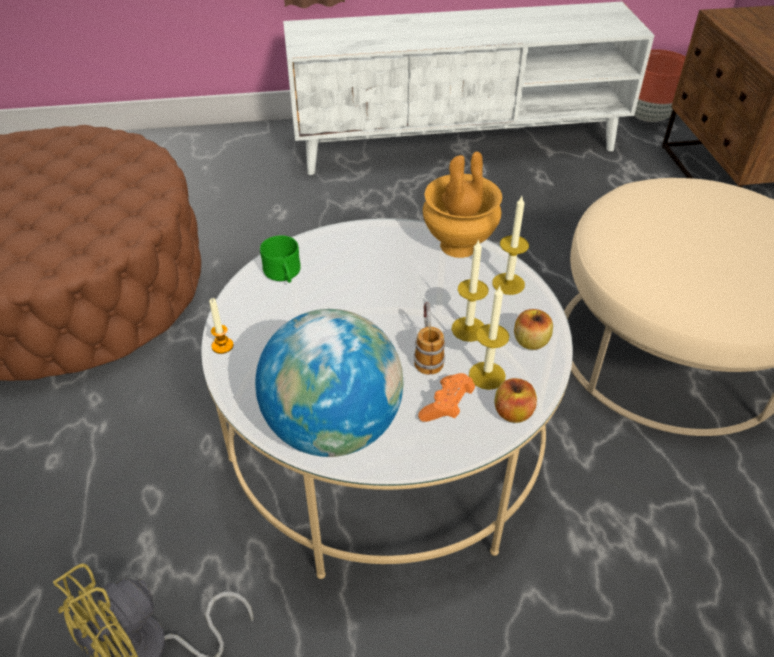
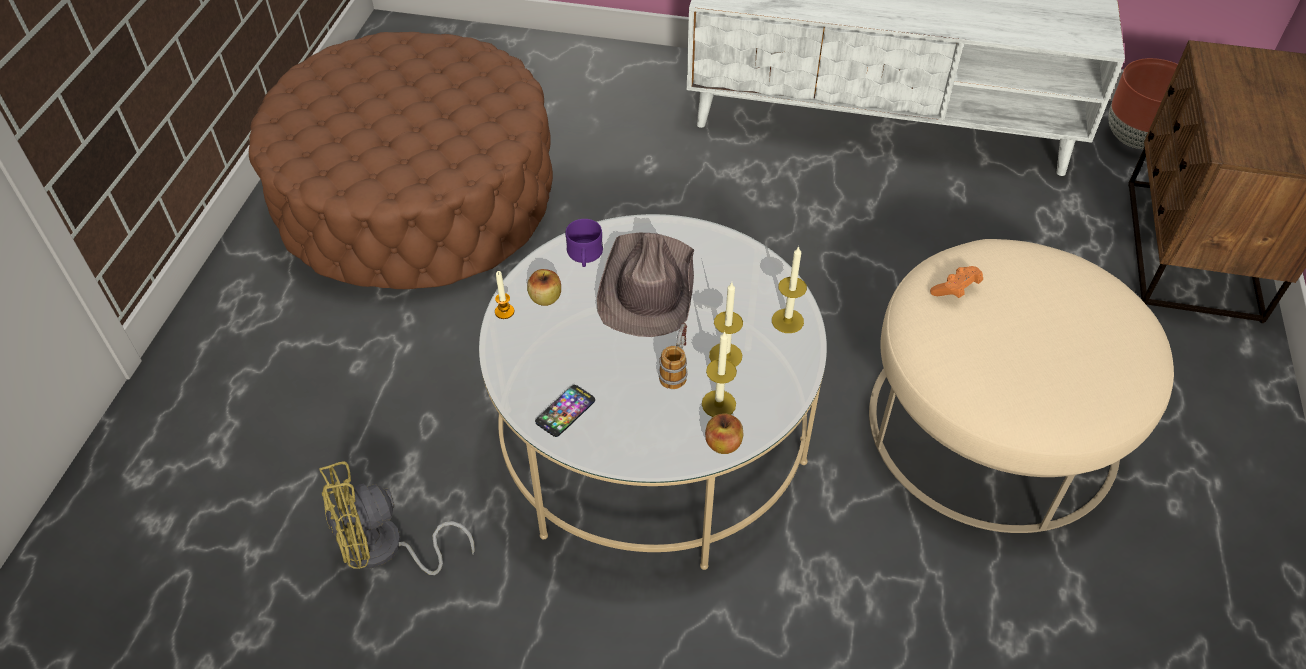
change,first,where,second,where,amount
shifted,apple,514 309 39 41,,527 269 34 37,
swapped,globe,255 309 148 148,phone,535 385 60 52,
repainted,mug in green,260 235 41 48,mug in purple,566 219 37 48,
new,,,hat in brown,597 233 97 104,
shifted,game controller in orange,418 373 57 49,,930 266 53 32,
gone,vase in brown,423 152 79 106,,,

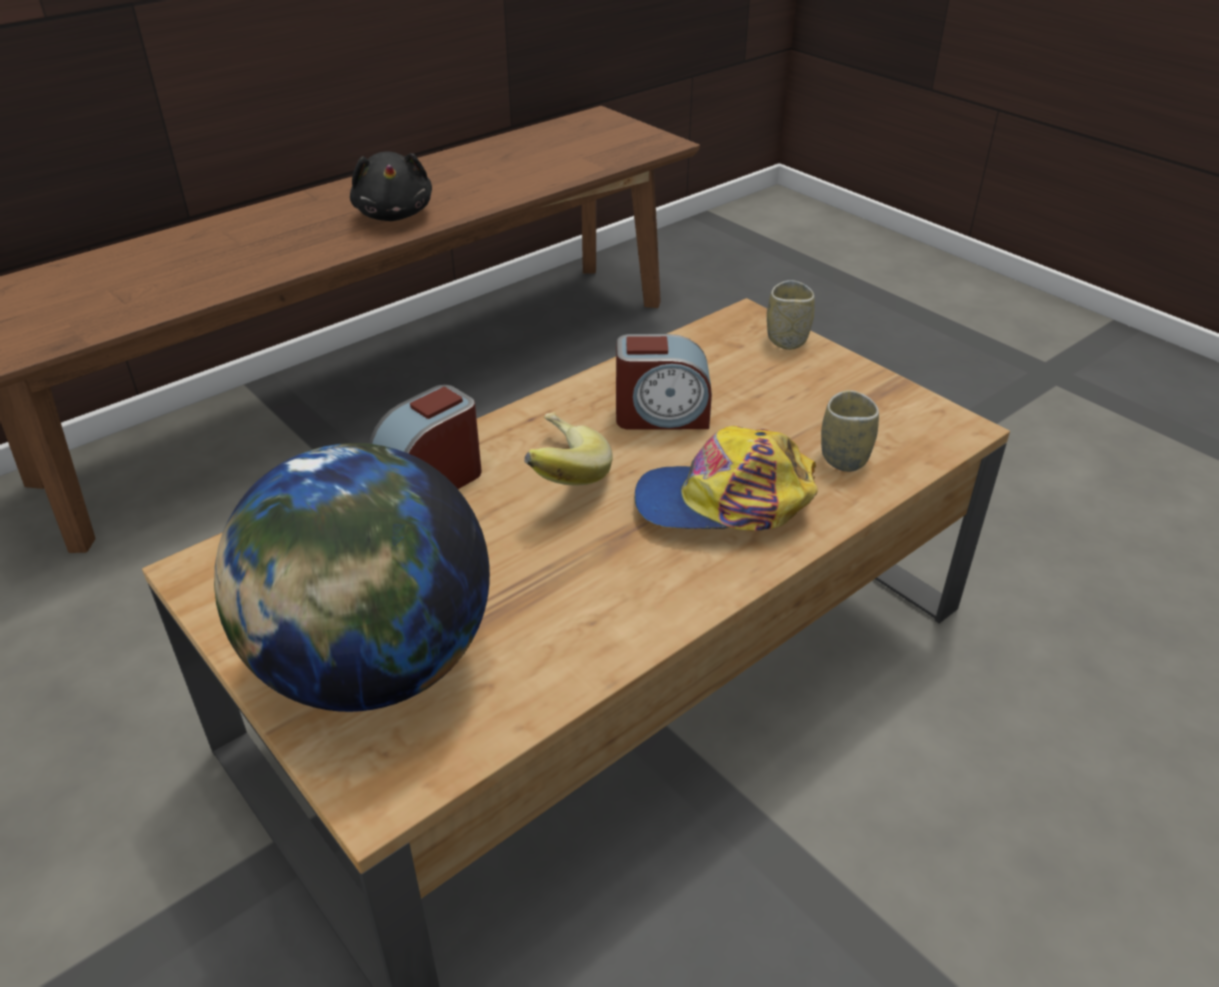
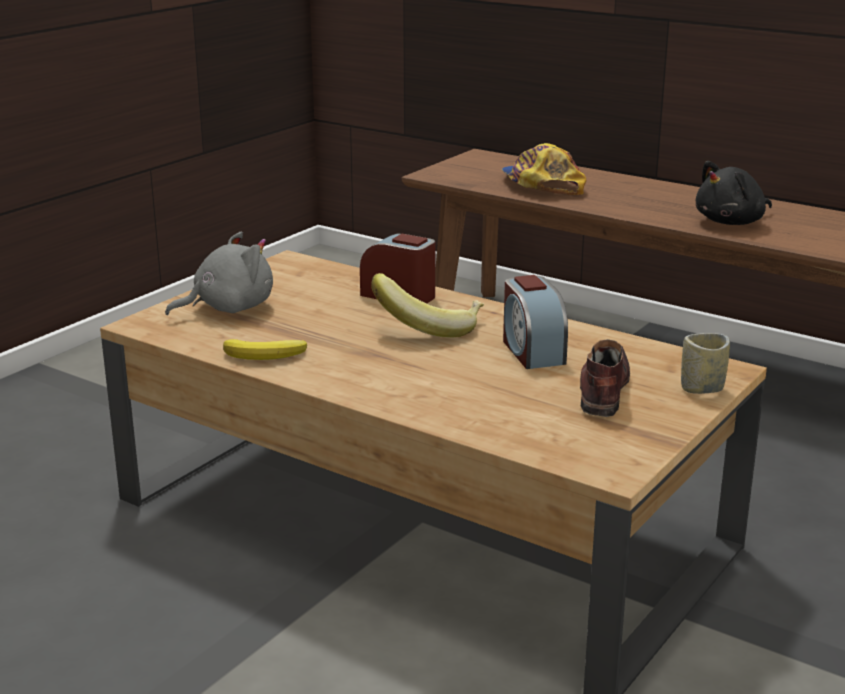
change,first,where,second,where,amount
swapped,globe,214 443 276 269,plush toy in grey,165 231 108 84,
new,,,banana,223 339 84 21,
shifted,cap,635 426 183 105,,502 143 84 52,
new,,,shoe in brown,580 339 50 78,
gone,cup,821 390 58 82,,,

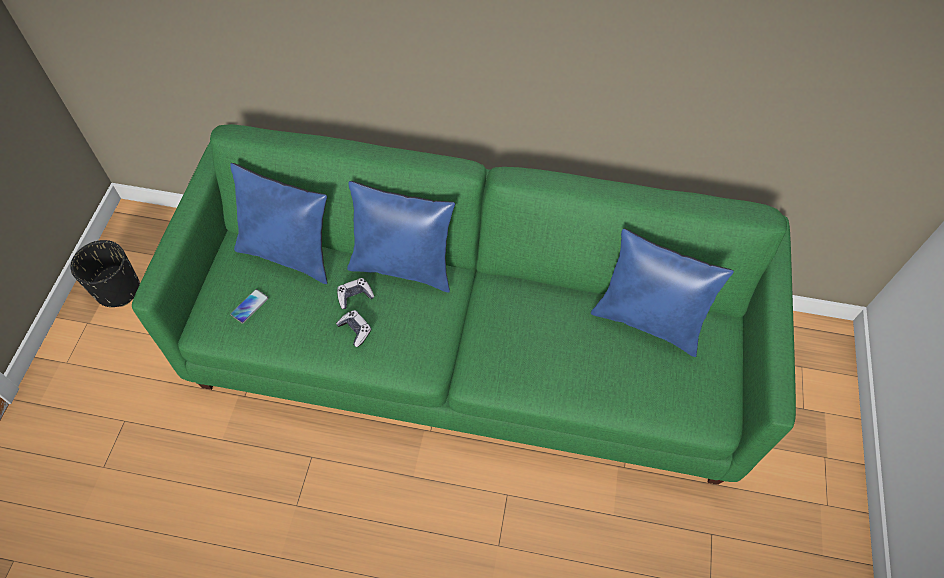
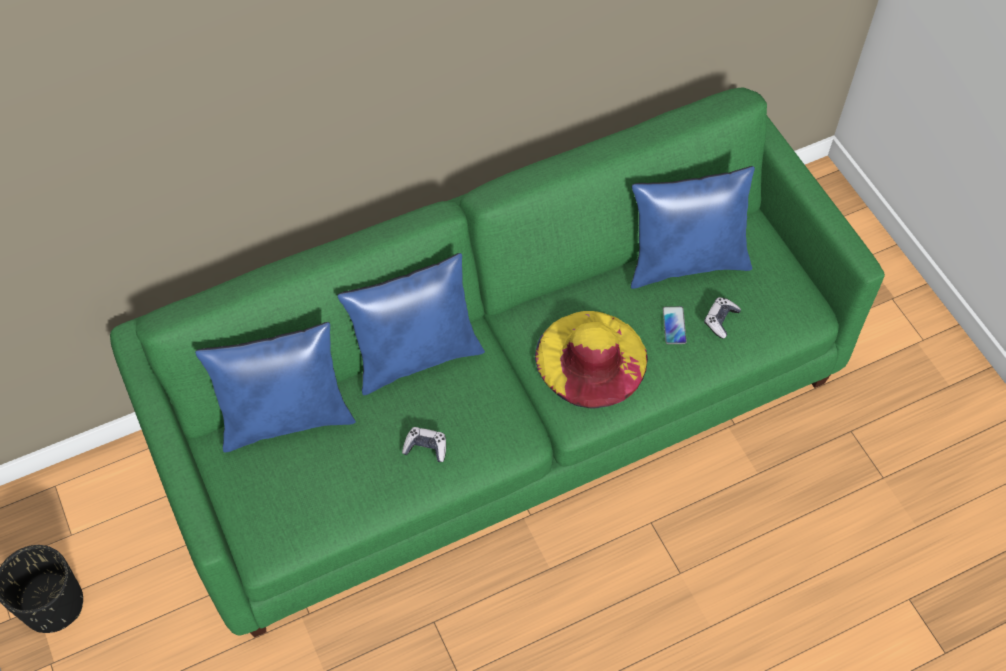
change,first,where,second,where,amount
new,,,hat in yellow,535 311 113 98,
shifted,phone,230 289 39 35,,663 306 24 38,
shifted,game controller,337 278 37 31,,704 297 37 42,

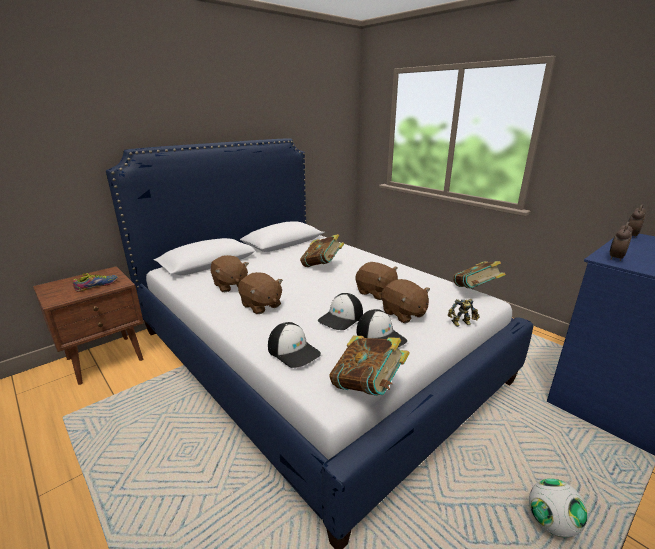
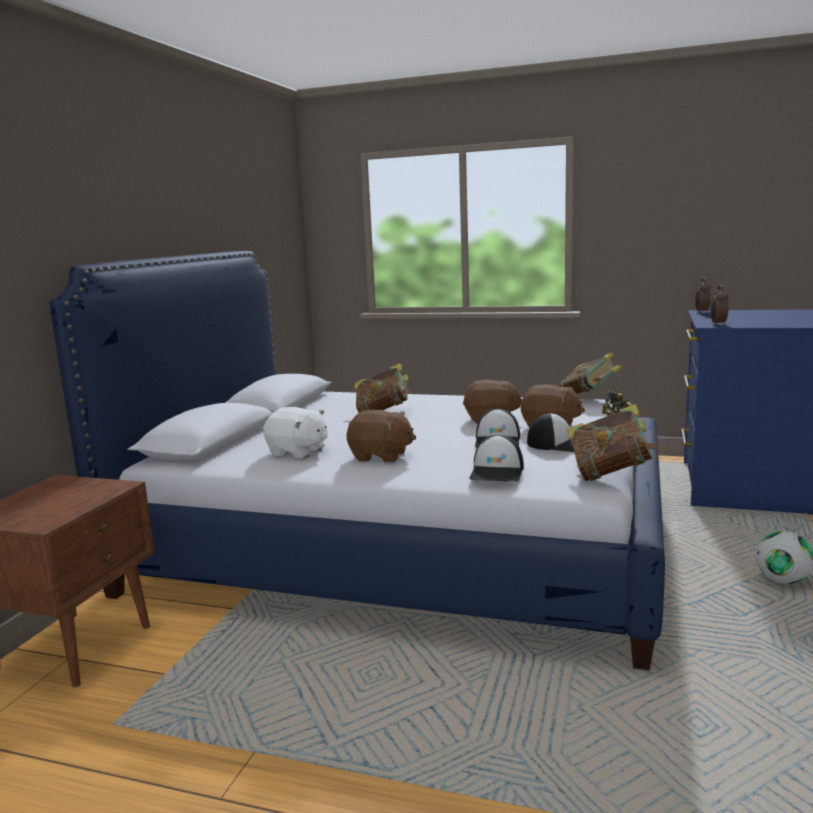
change,first,where,second,where,amount
repainted,plush toy in brown,211 255 38 37,plush toy in white,263 407 65 51,
rotated,cap,268 322 53 46,,469 435 55 47,90 degrees clockwise
gone,shoe,73 273 45 19,,,

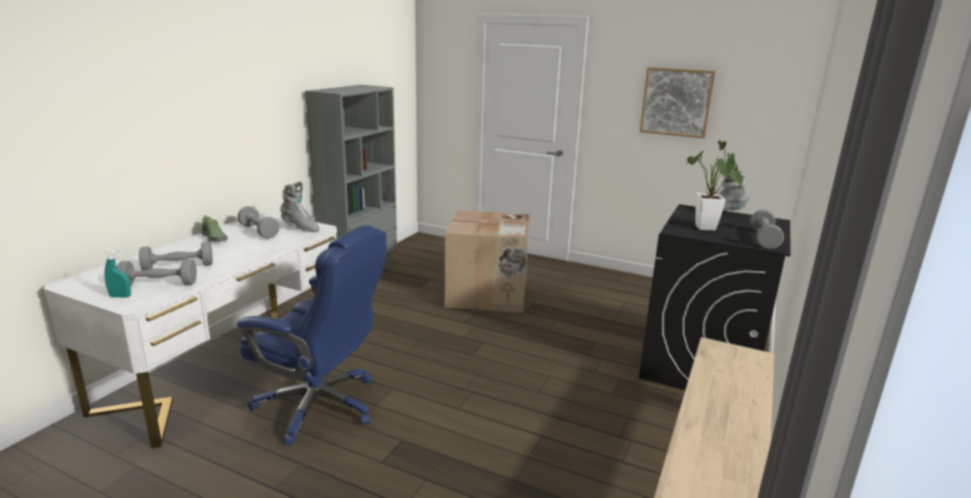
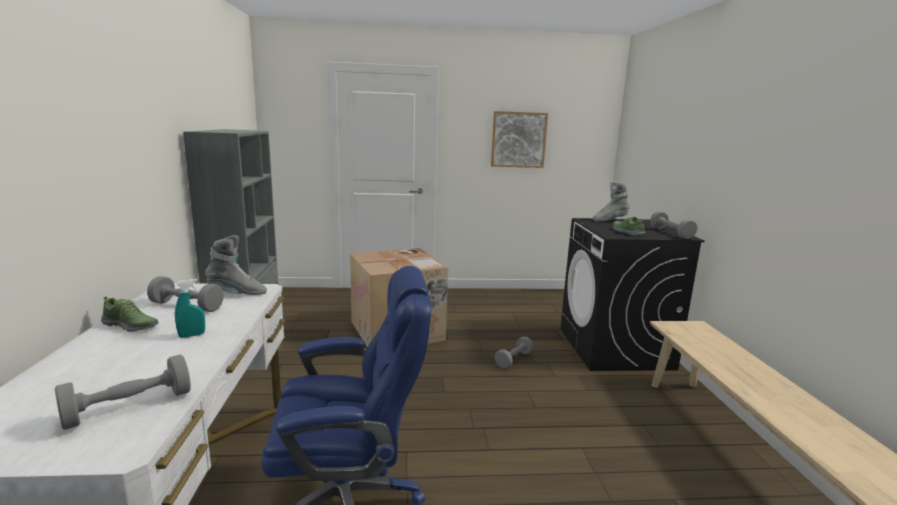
change,first,where,second,where,amount
shifted,spray bottle in turquoise,103 249 28 49,,175 279 30 59,
shifted,dumbbell in grey,139 241 74 29,,495 336 39 33,
swapped,potted plant,687 141 56 90,shoe,613 217 32 19,

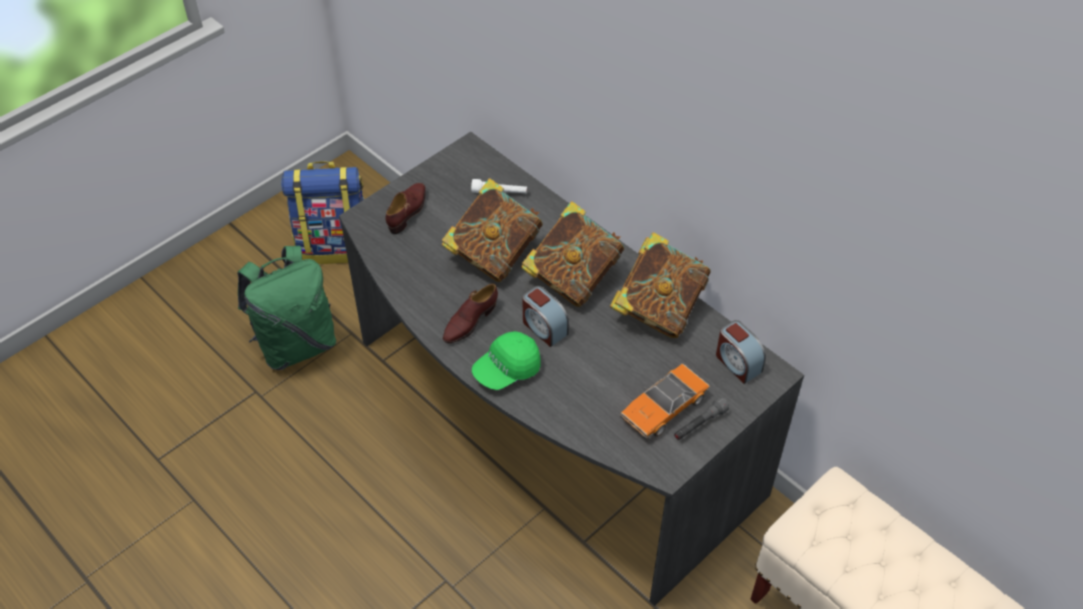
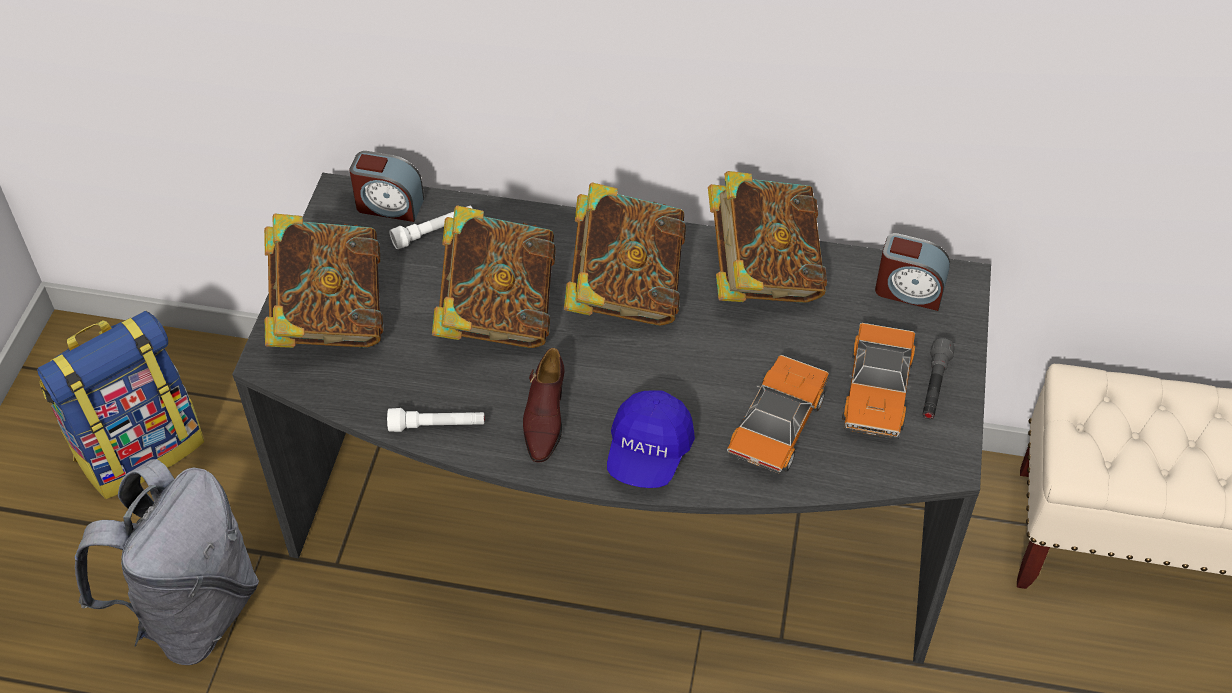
change,first,where,second,where,amount
repainted,backpack in green,237 246 99 124,backpack in grey,75 459 184 206,
swapped,shoe in brown,385 183 41 51,book,264 214 119 134,
shifted,alarm clock,522 286 47 61,,349 151 75 71,
new,,,flashlight in white,387 408 98 24,
repainted,cap in green,472 331 69 59,cap in blue,607 391 88 97,
new,,,toy car,727 355 102 118,

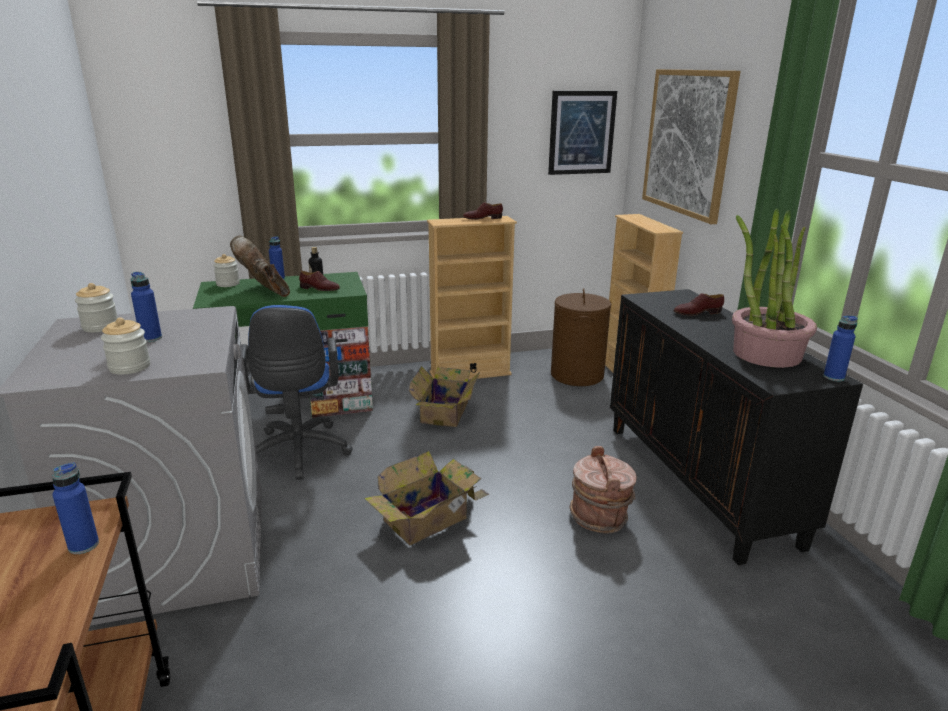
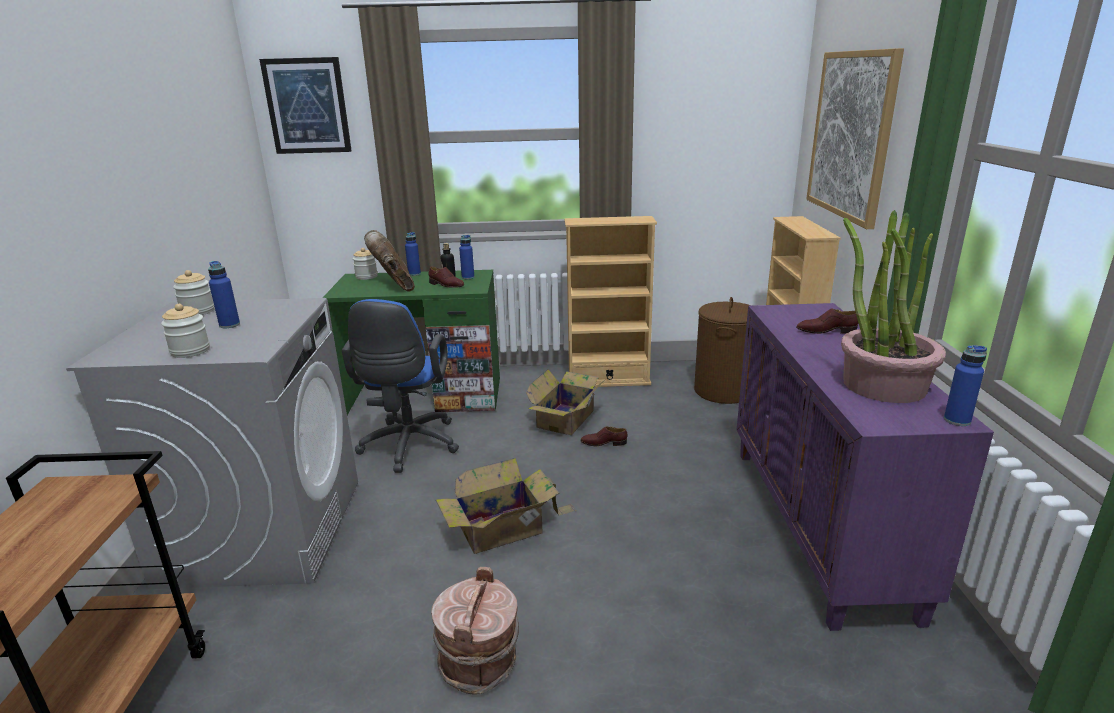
change,first,where,second,where,amount
shifted,picture,548 91 69 84,,259 57 93 97,
shifted,bucket in brown,570 446 67 87,,431 567 88 128,
shifted,bottle in blue,52 463 47 91,,459 235 15 44,
shifted,shoe in brown,463 202 40 18,,580 427 48 19,
repainted,cabinet in black,610 289 253 276,cabinet in purple,737 303 257 328,

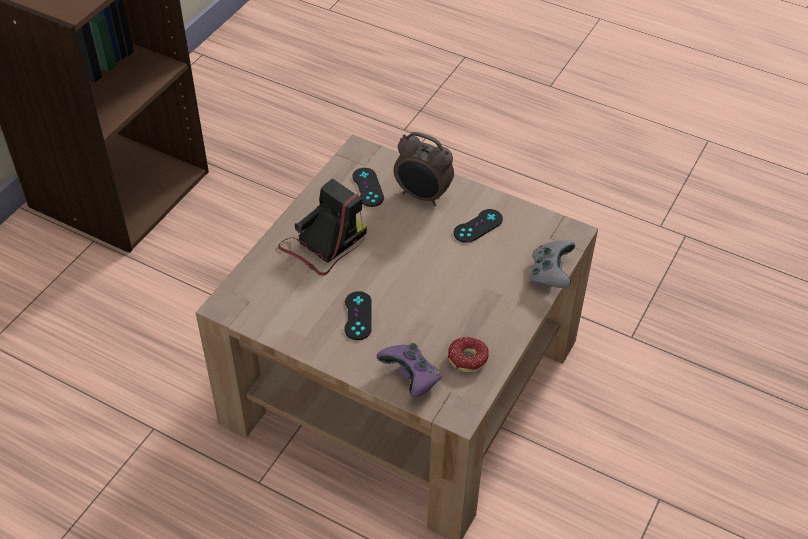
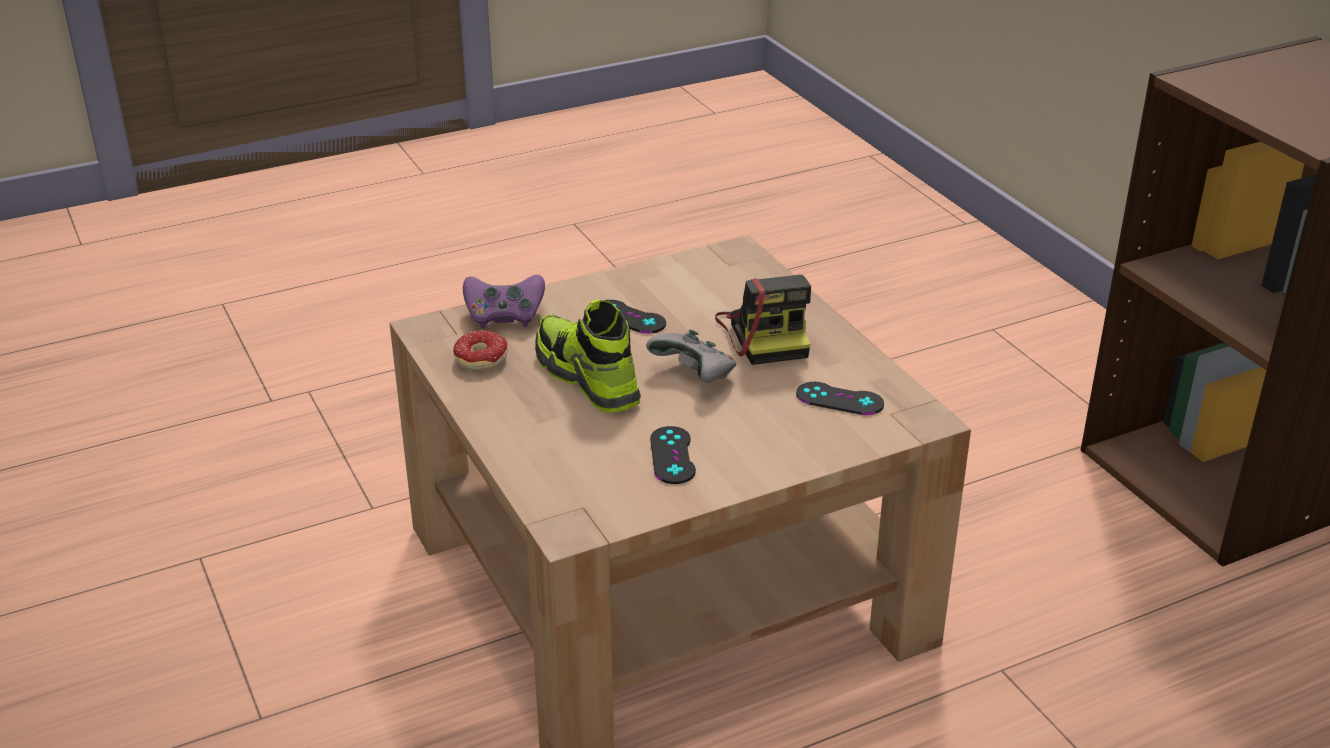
change,first,where,second,where,amount
new,,,shoe,535 300 106 113,
shifted,game controller in grey,529 240 46 48,,646 330 90 53,
gone,alarm clock,394 132 60 74,,,

